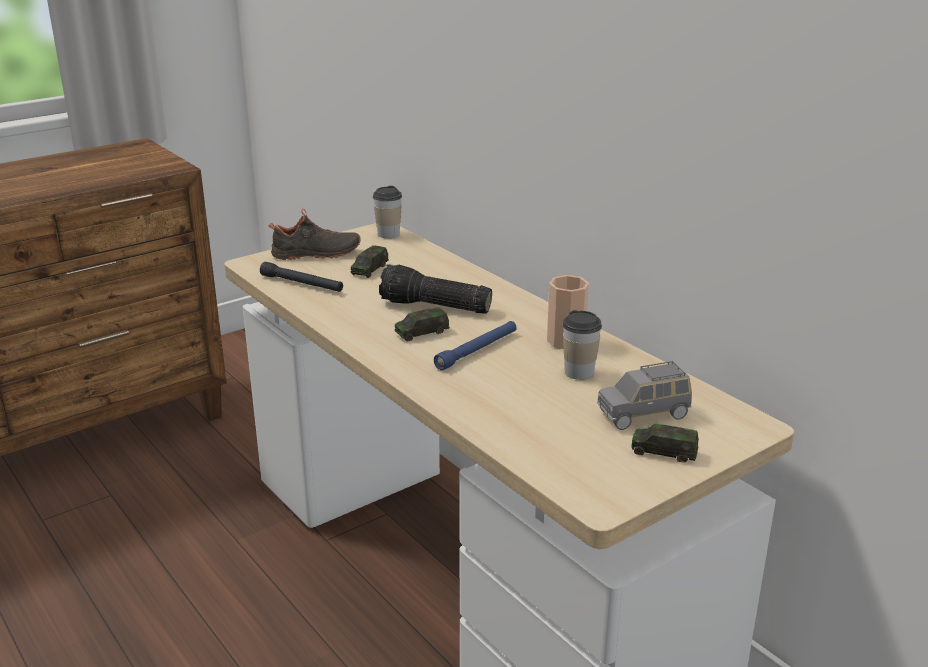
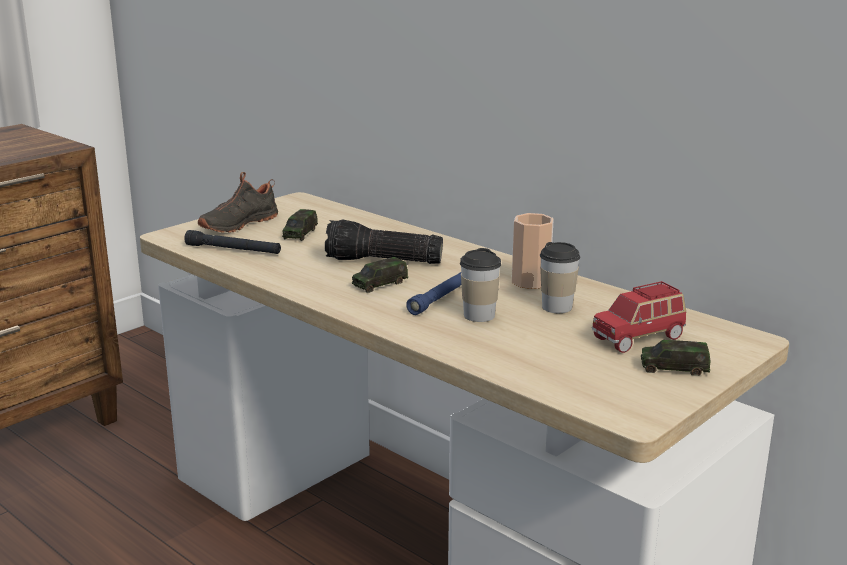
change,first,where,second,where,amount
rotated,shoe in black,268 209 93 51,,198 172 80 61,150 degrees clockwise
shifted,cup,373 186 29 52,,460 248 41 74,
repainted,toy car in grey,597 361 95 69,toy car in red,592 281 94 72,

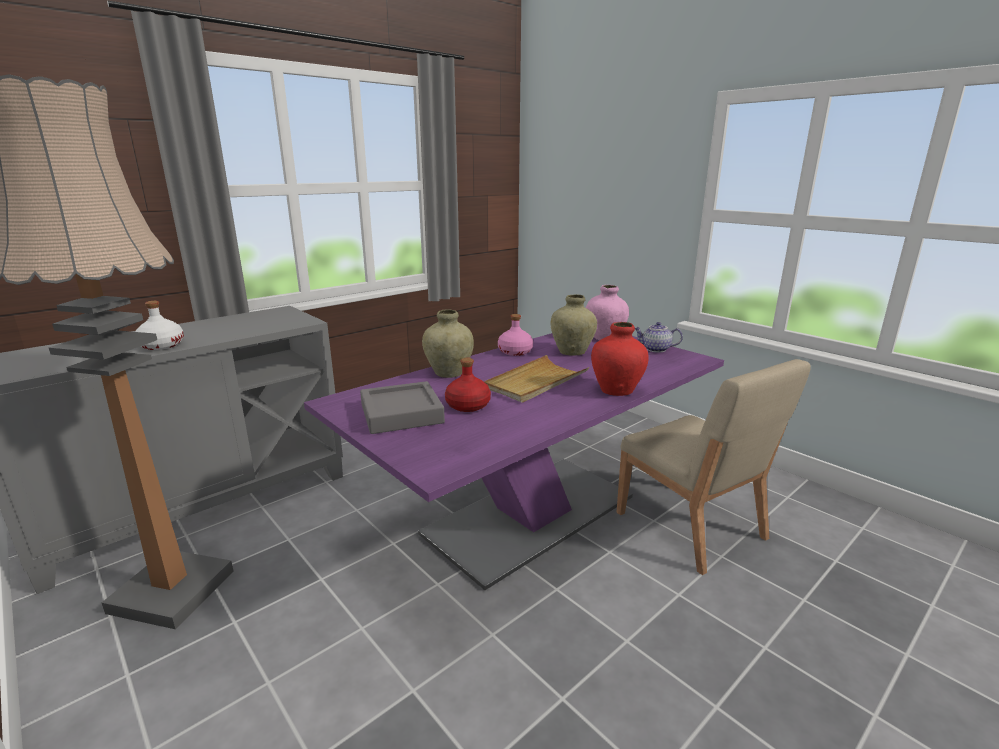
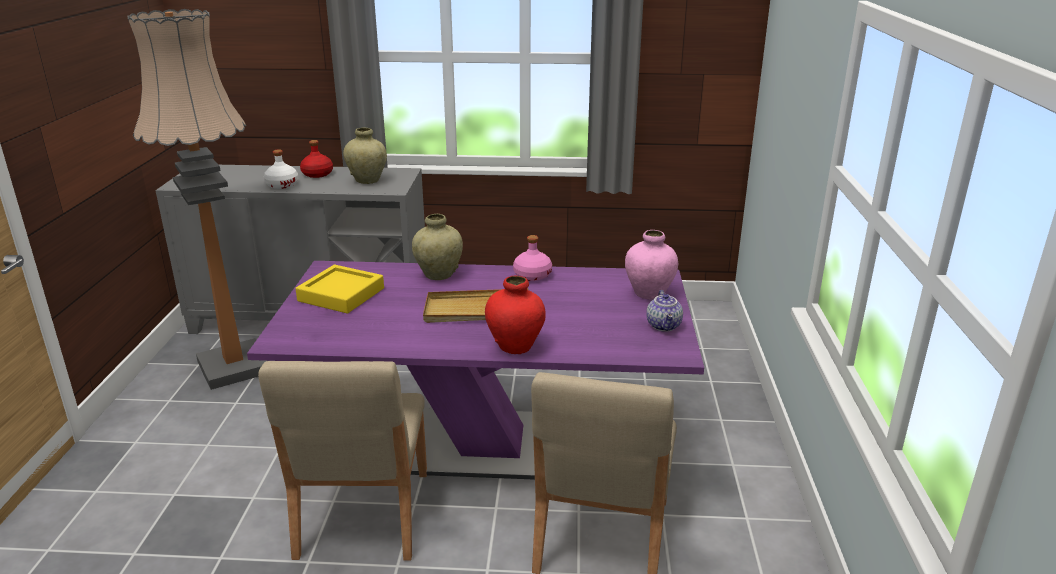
change,first,where,second,where,amount
new,,,chair in beige,258 361 169 200,
repainted,tray in grey,360 381 85 53,tray in yellow,295 265 89 48,
shifted,bottle in red,445 358 46 54,,300 140 33 38,
shifted,vase in beige,550 294 47 62,,343 127 44 57,
rotated,teapot,635 322 48 31,,646 290 37 41,150 degrees counterclockwise

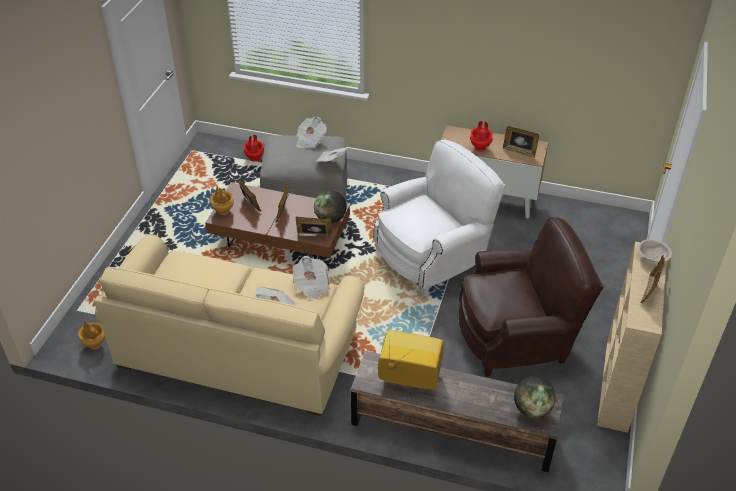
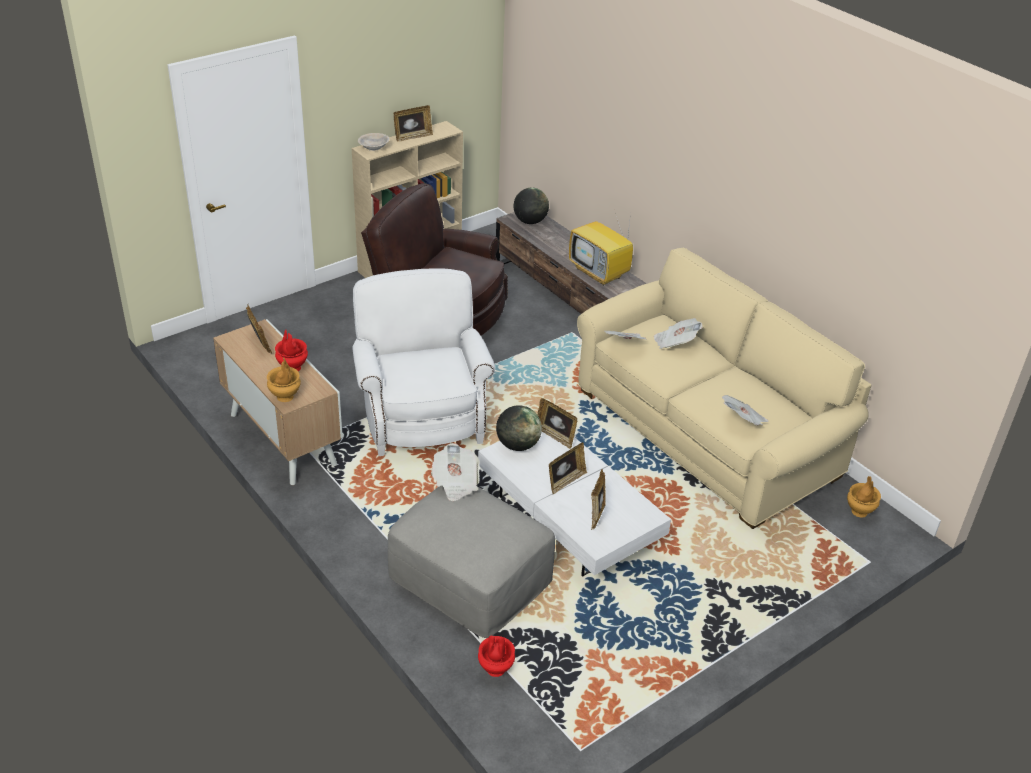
change,first,where,second,where,amount
shifted,vase in brown,210 185 24 30,,267 357 34 45,
rotated,armchair in white,373 140 133 156,,352 269 143 187,75 degrees clockwise
repainted,coffee table in brown,205 182 145 77,coffee table in white,478 432 193 145,
shifted,newspaper,296 117 31 31,,722 395 47 31,

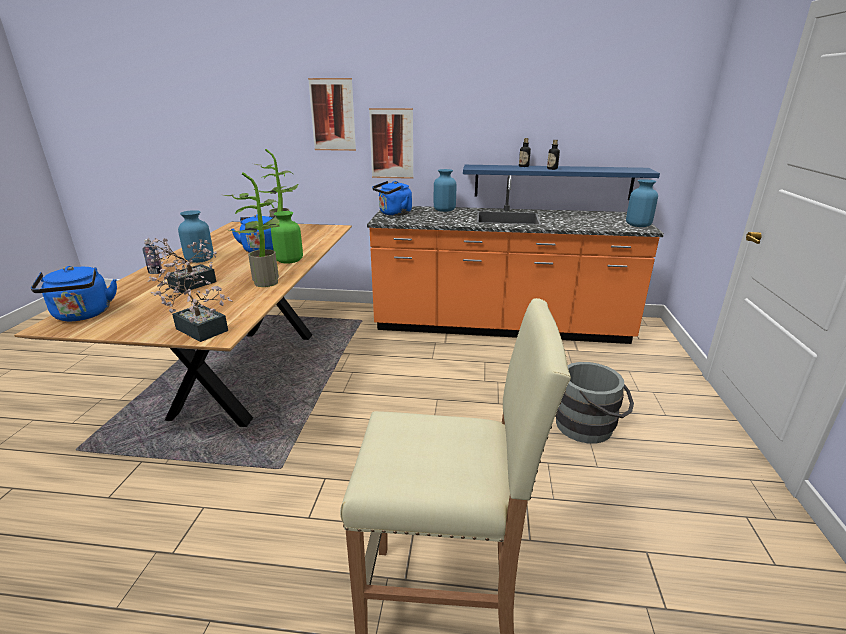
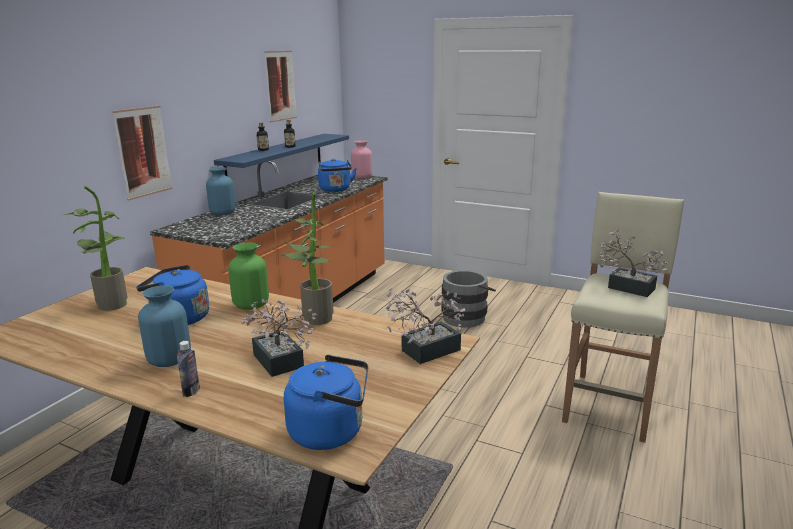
change,first,where,second,where,amount
shifted,picture,308 78 48 73,,264 51 33 71,
shifted,kettle in blue,372 181 40 35,,318 158 39 34,
repainted,vase in blue,626 179 32 48,vase in pink,351 140 21 39,
new,,,potted plant,599 229 69 68,

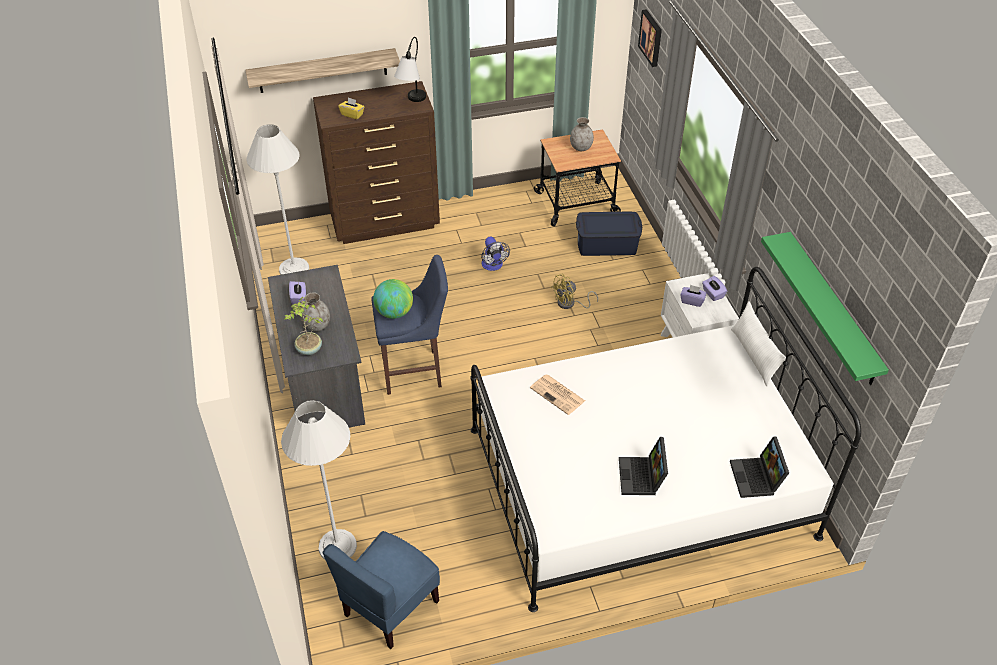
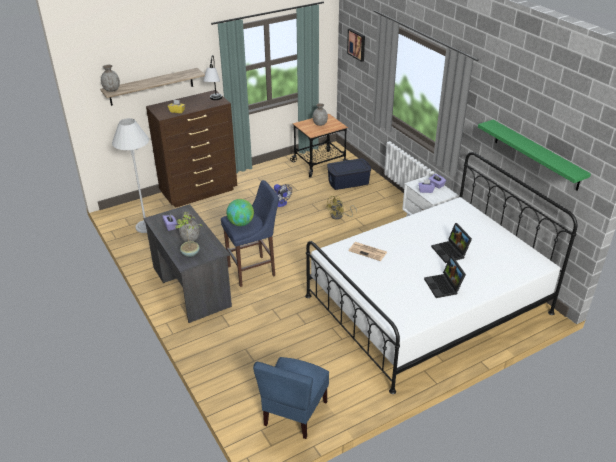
change,first,where,second,where,amount
new,,,vase in grey,101 65 19 27,
shifted,laptop,730 436 59 62,,431 223 41 40,
gone,floor lamp in white,281 400 76 160,,,
gone,pillow in white,731 301 55 85,,,

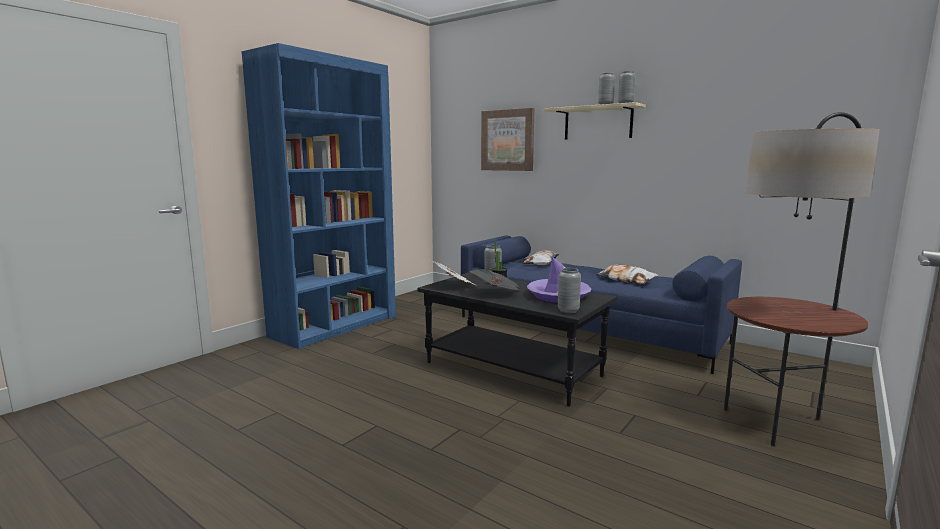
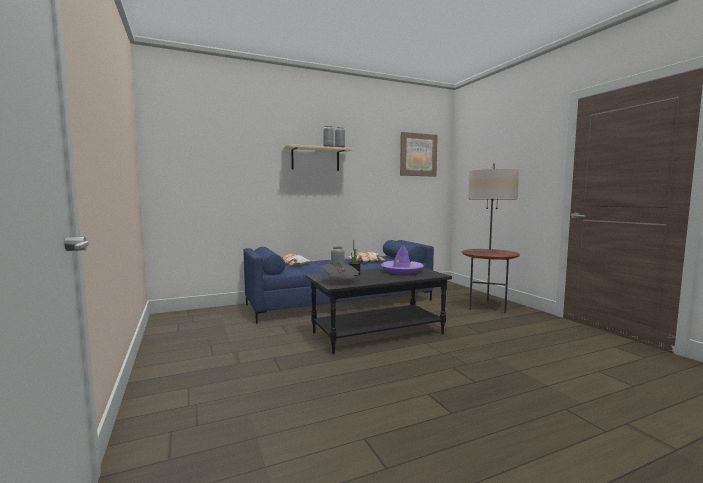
change,first,where,second,where,amount
shifted,picture,481 108 54 63,,400 132 38 45,
gone,bookcase in blue,241 43 155 306,,,
gone,newspaper,470 269 49 21,,,
gone,vase in grey,558 268 23 46,,,

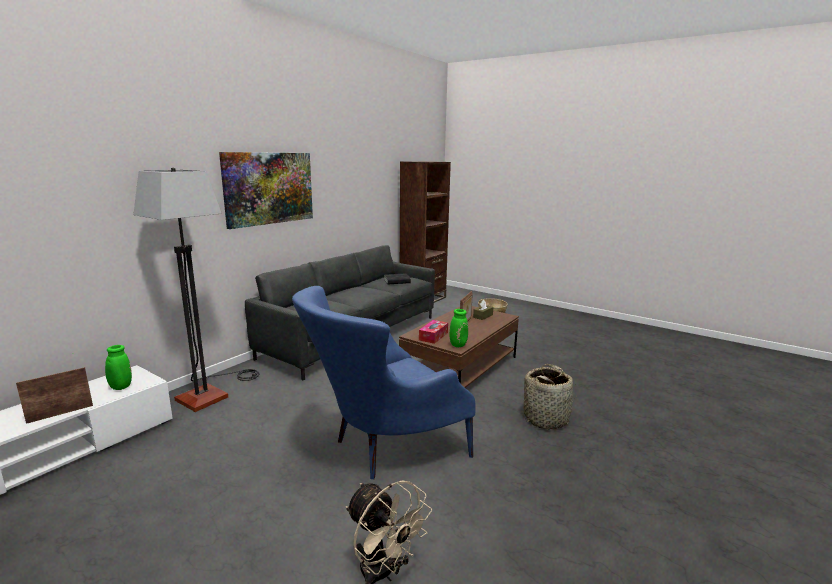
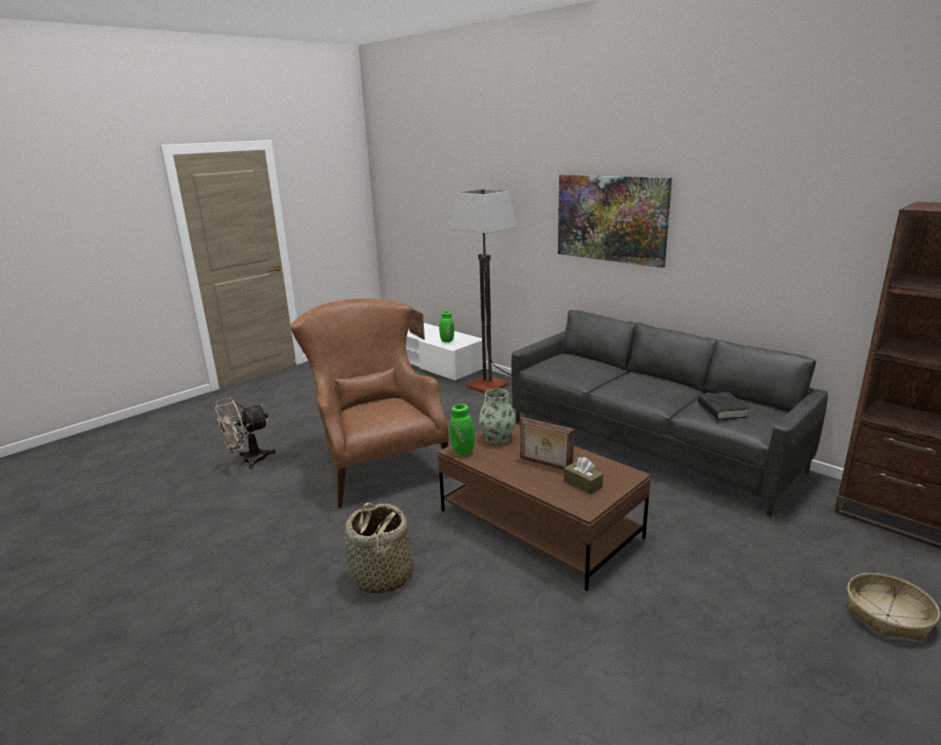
change,first,where,second,where,amount
repainted,armchair in blue,292 286 184 193,armchair in brown,291 298 158 210,
swapped,tissue box,419 320 29 24,vase,479 388 37 56,

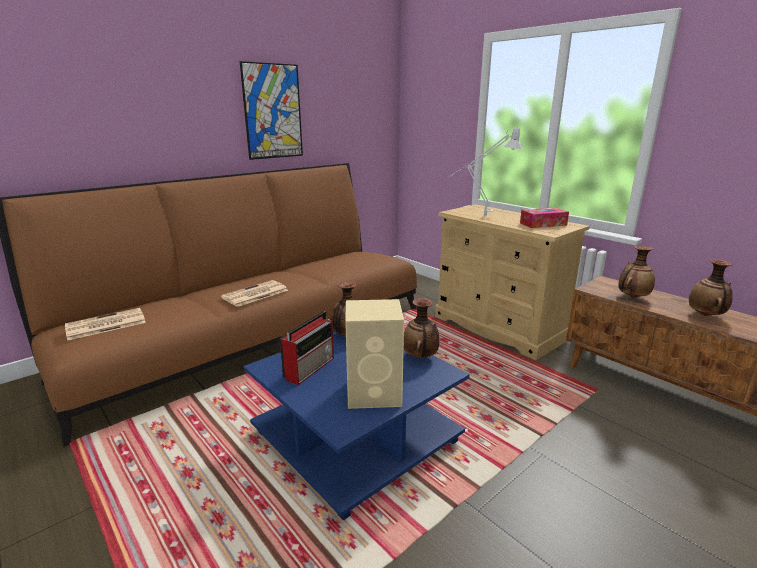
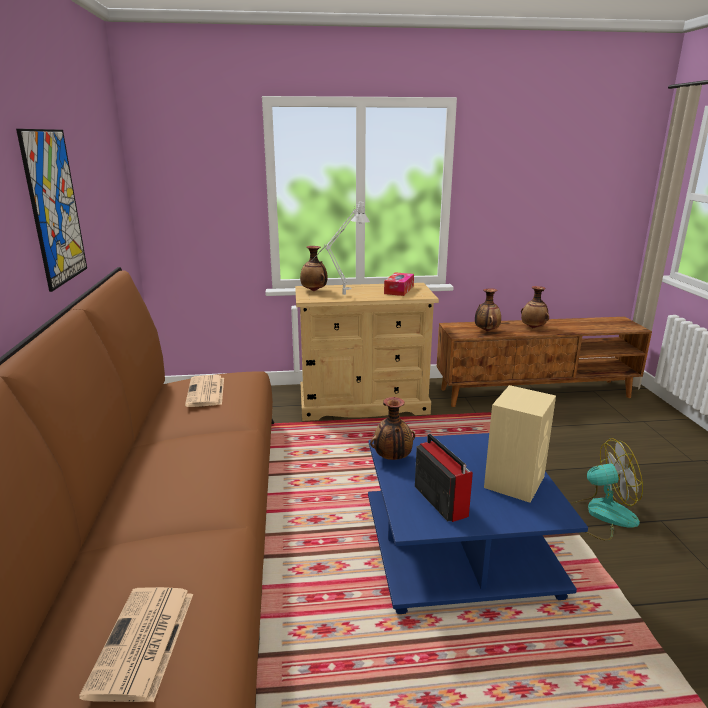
change,first,where,second,where,amount
shifted,newspaper,221 280 67 27,,185 375 39 32,
shifted,vase,404 298 35 60,,300 246 28 45,
new,,,fan,570 438 73 103,

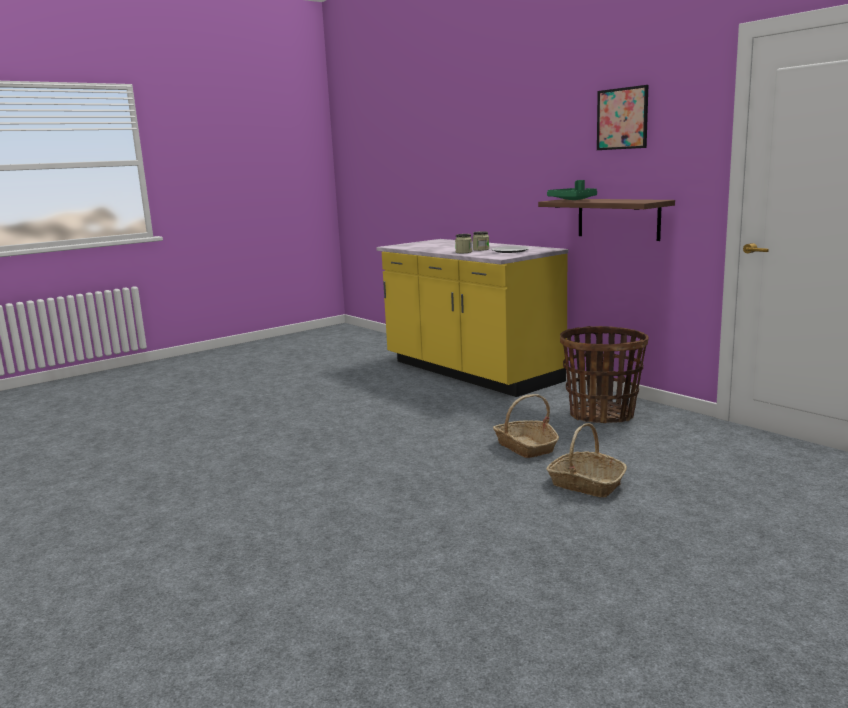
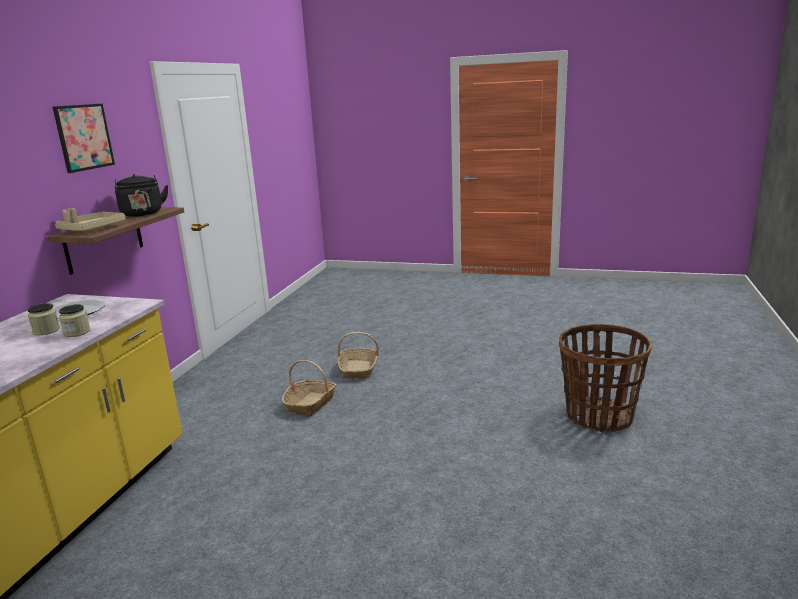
change,first,where,second,where,amount
repainted,tray in green,547 180 50 20,tray in beige,55 208 71 23,
new,,,kettle in black,114 174 54 43,
shifted,basket,560 326 89 97,,559 324 93 108,

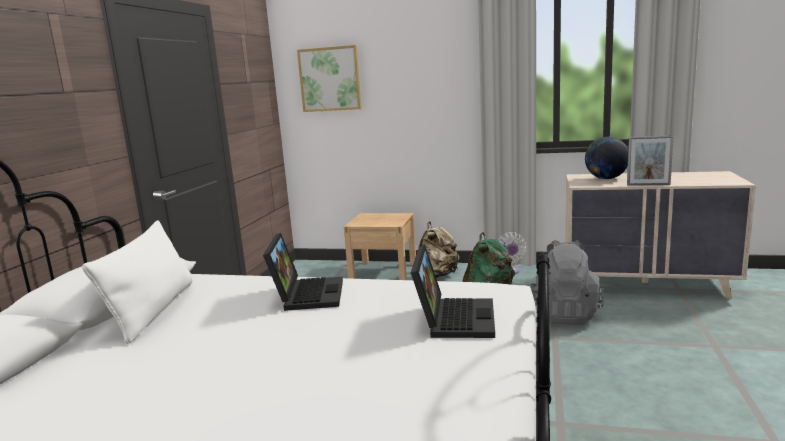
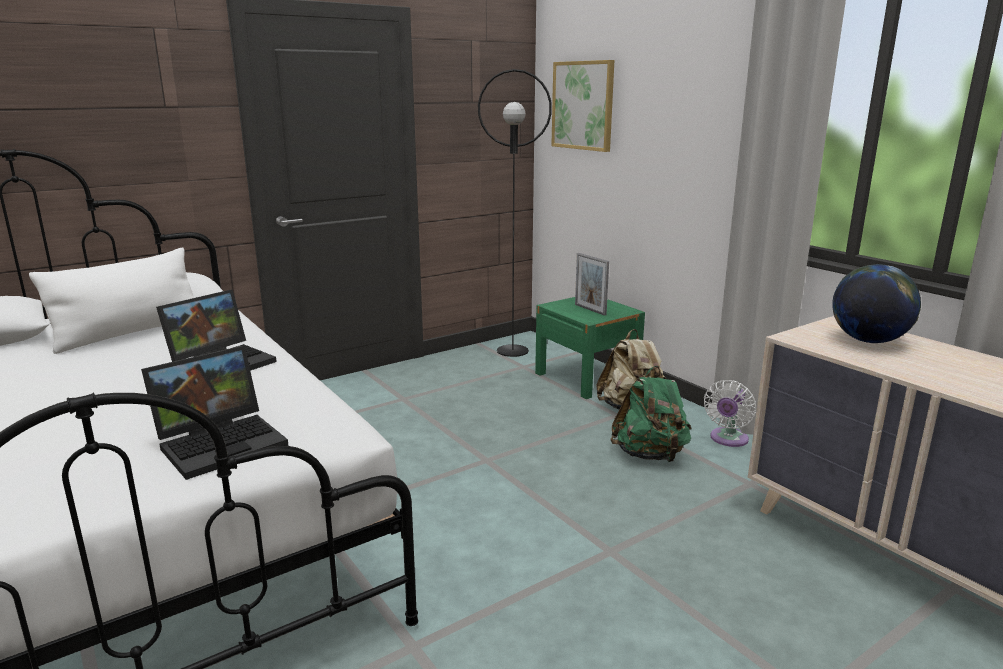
change,first,where,second,where,amount
new,,,floor lamp in black,478 69 74 288,
repainted,nightstand in beige,344 213 72 67,nightstand in green,535 297 110 102,
shifted,picture frame,627 135 46 51,,575 253 34 63,
gone,backpack in grey,531 240 73 85,,,

